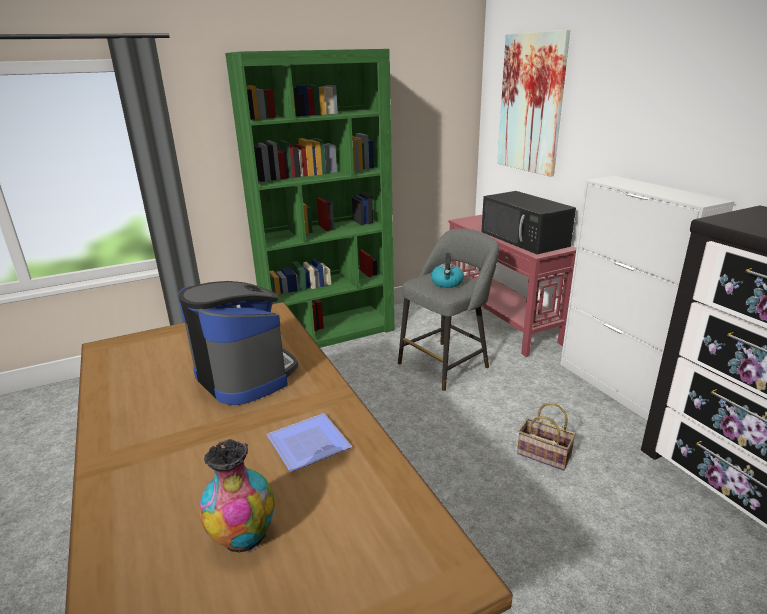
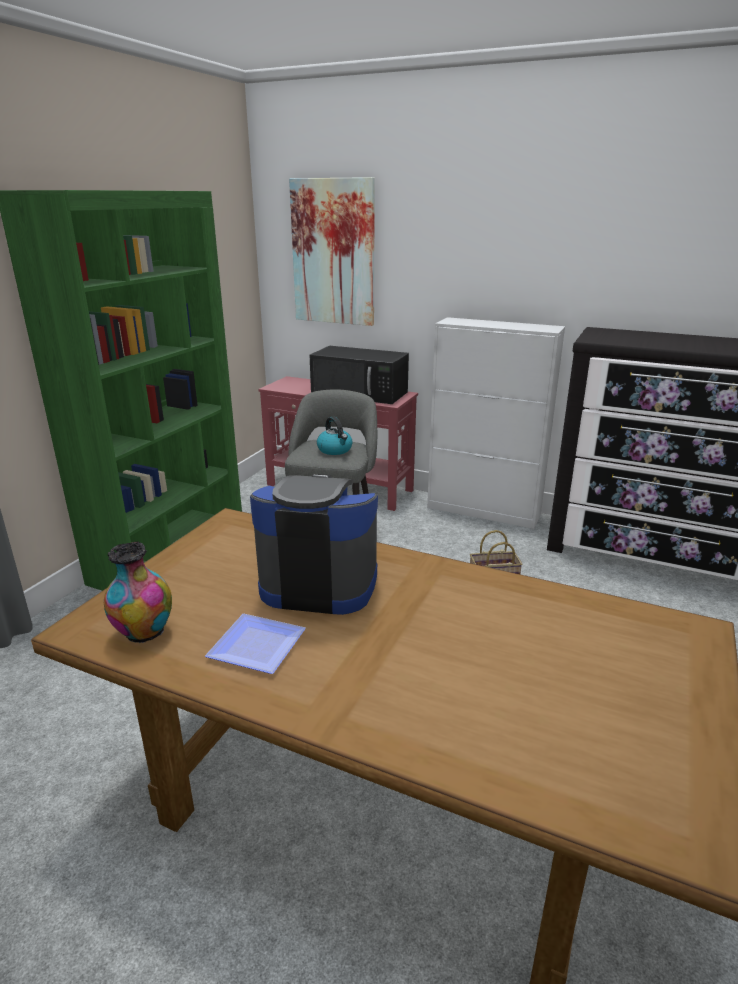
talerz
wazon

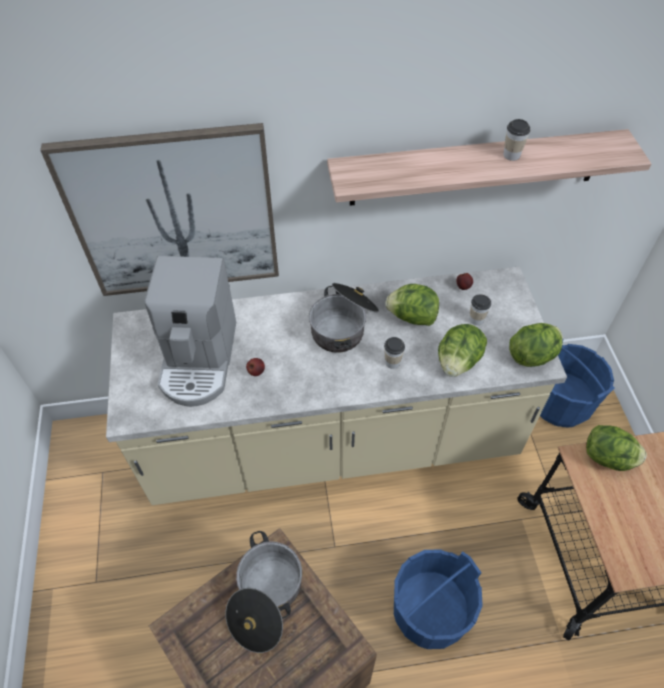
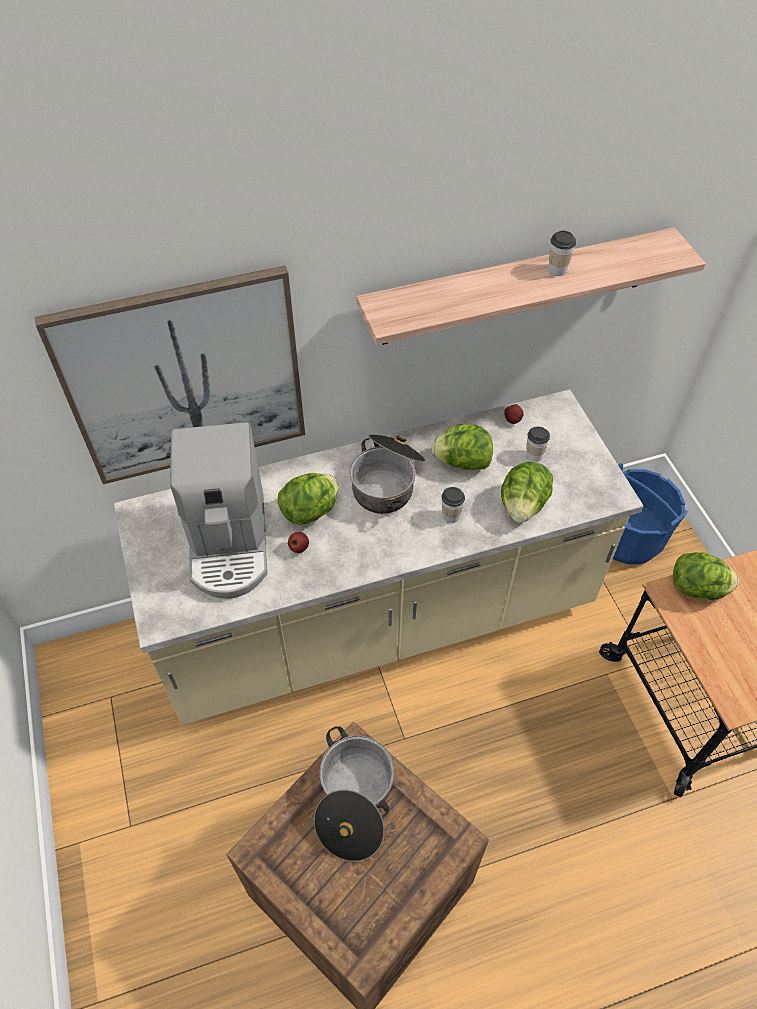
sałata (1st from left)
wiadro [niebieski] (1st from left in the first image)

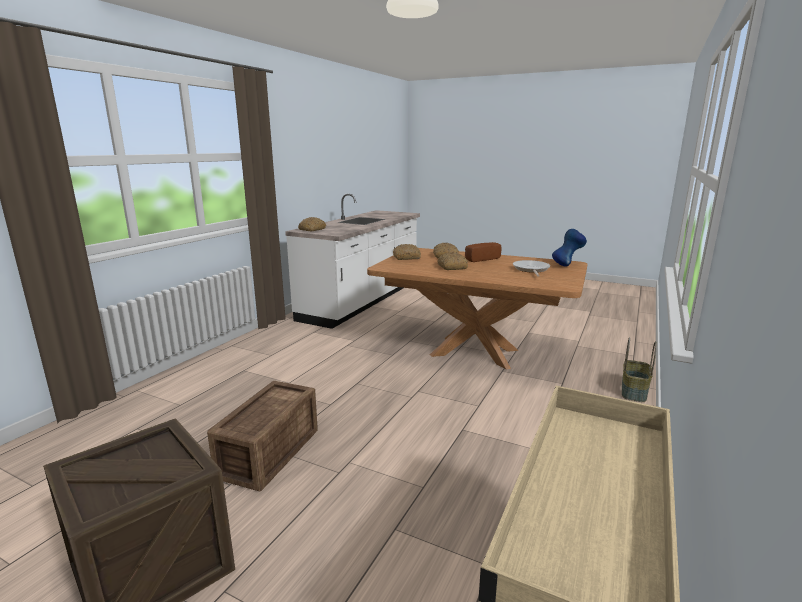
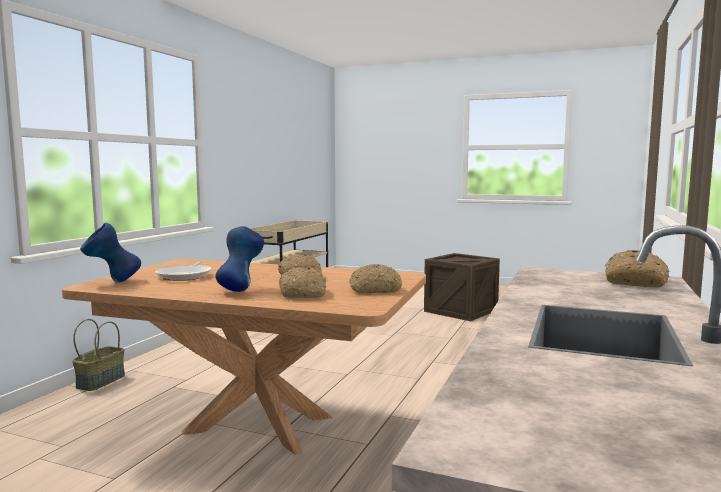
wazon [niebieski] (2nd from left)
skrzynka (2nd from left in the first image)

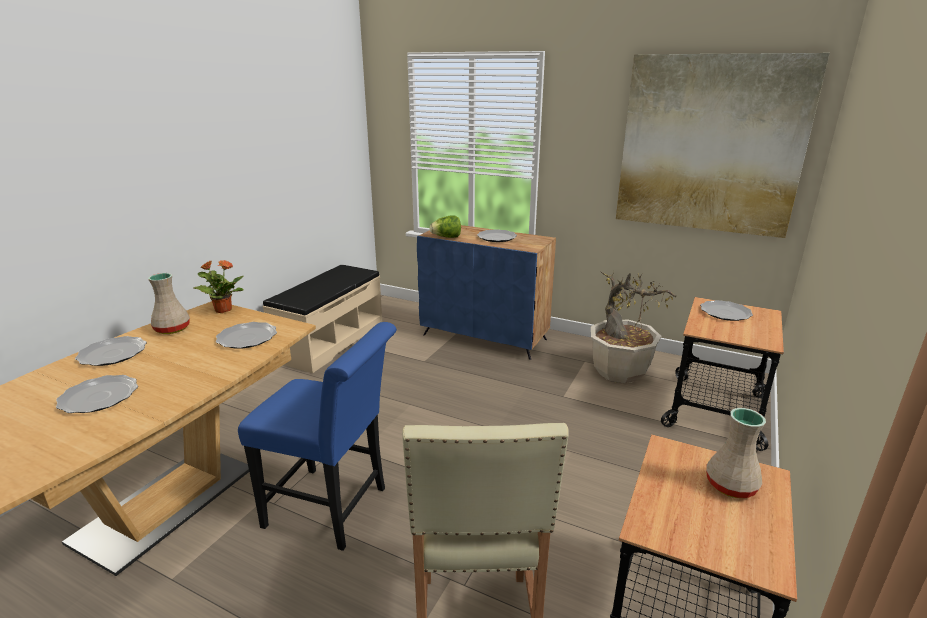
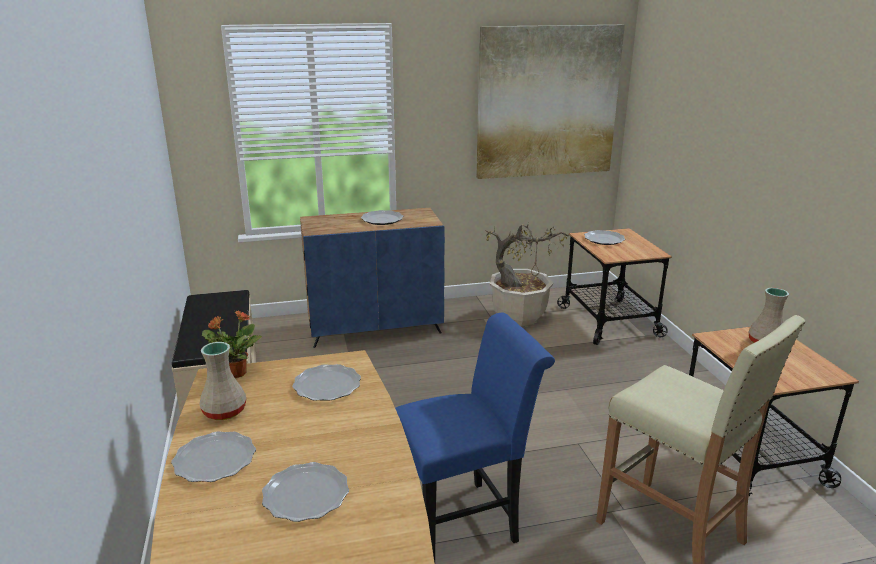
sałata

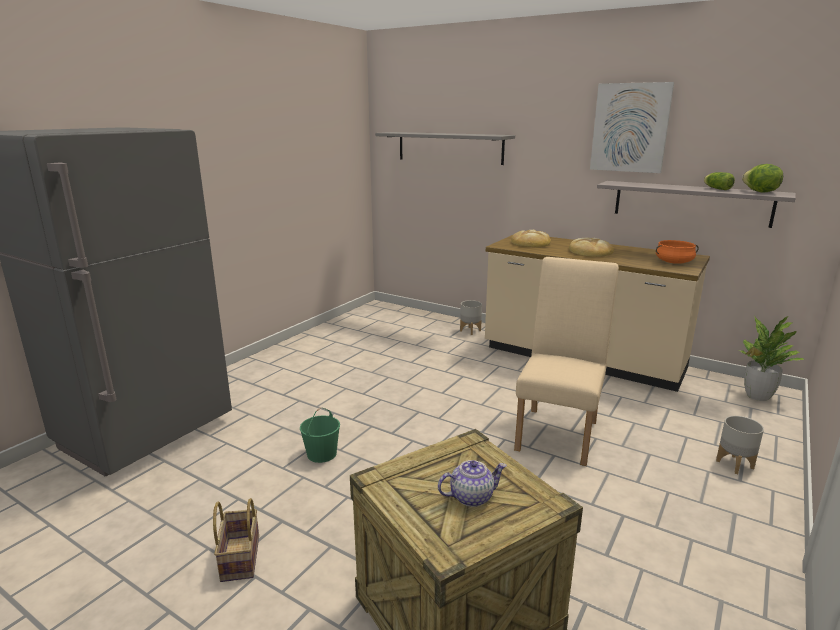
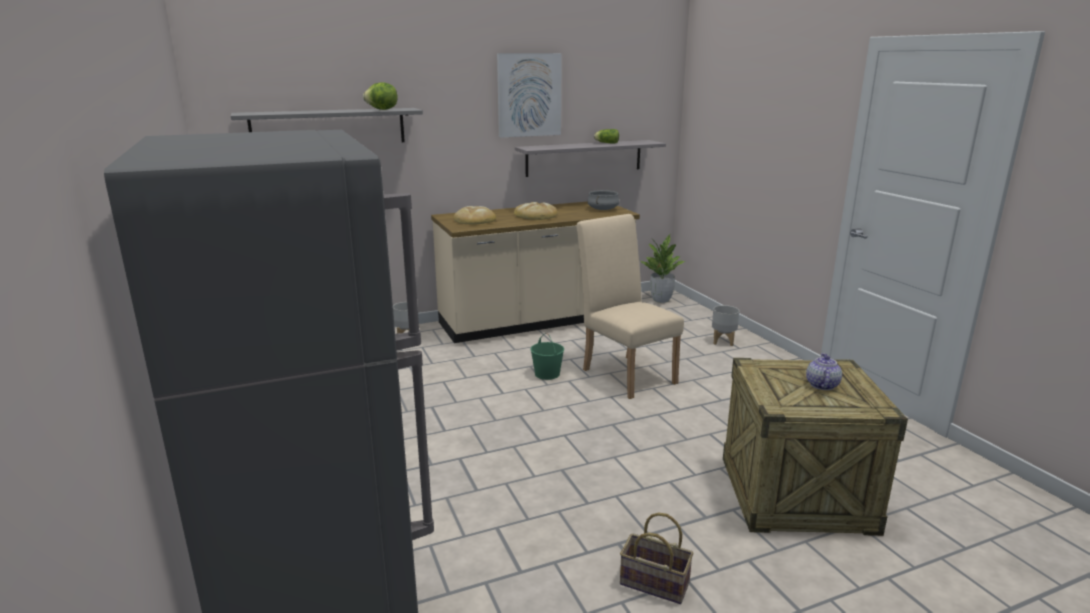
sałata (1st from left)
garnek [szary]
wiadro [zielony]

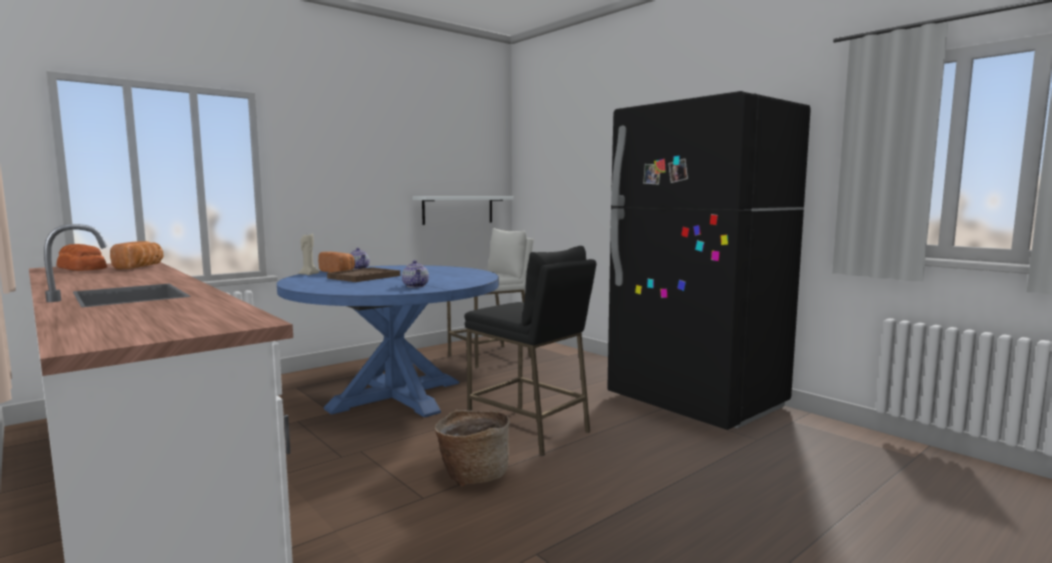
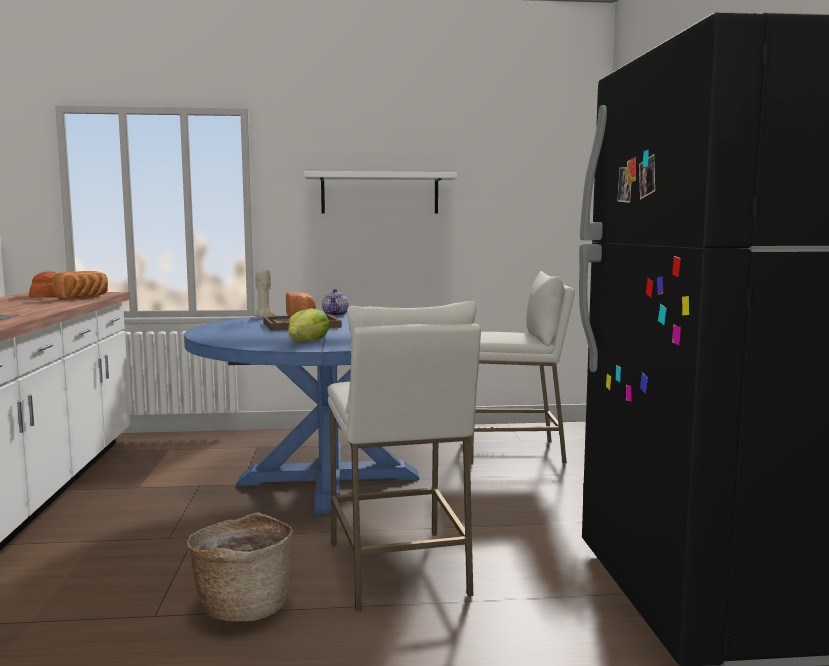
półka [biały]
stołek [biały] (1st from left)
sałata

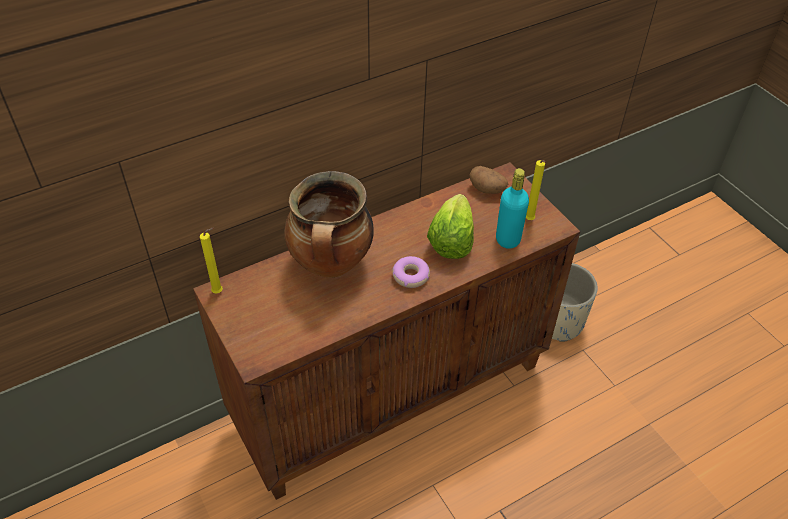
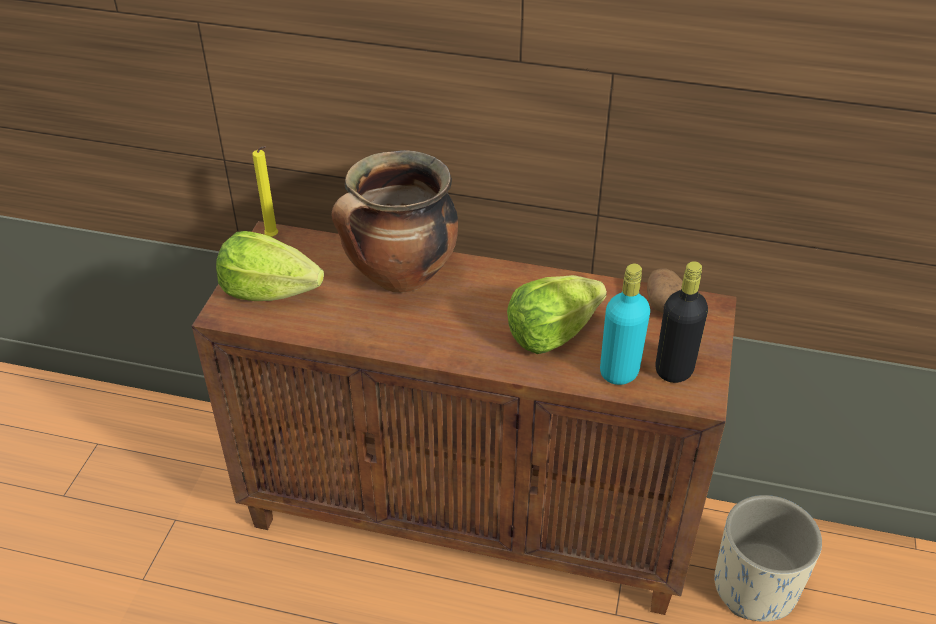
butelka [czarny]
donut
sałata (1st from left)

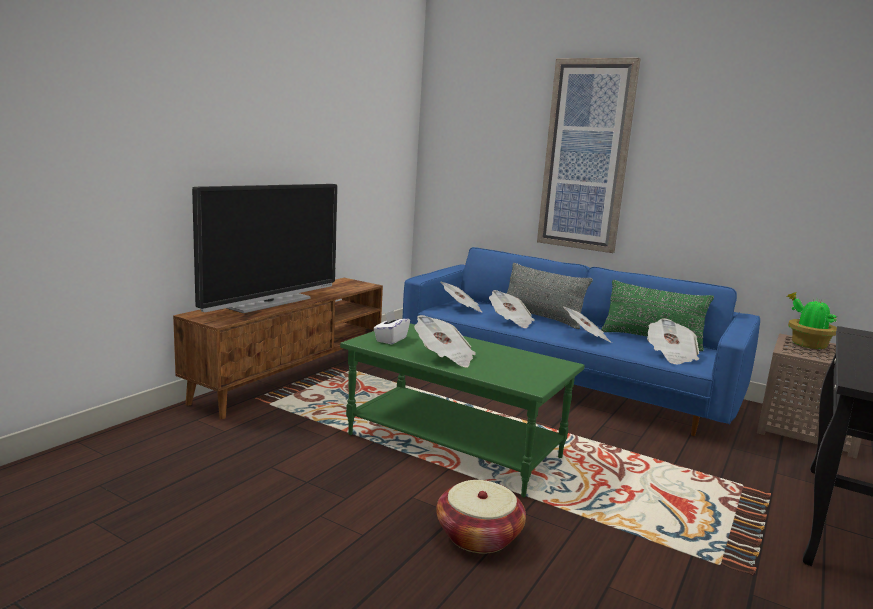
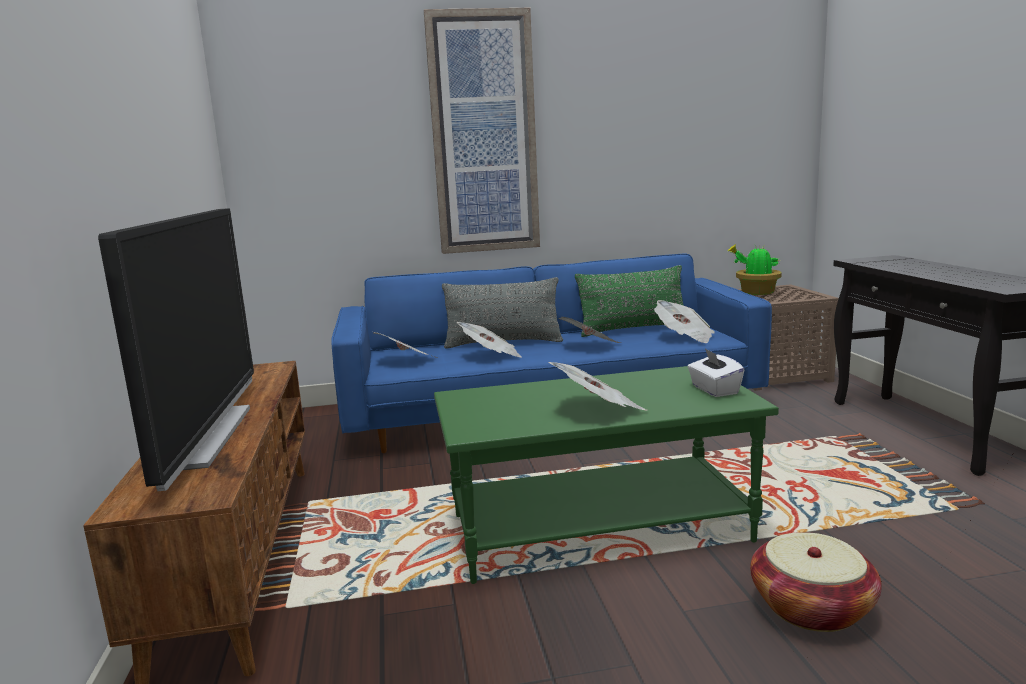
pudełko chusteczek [biały]

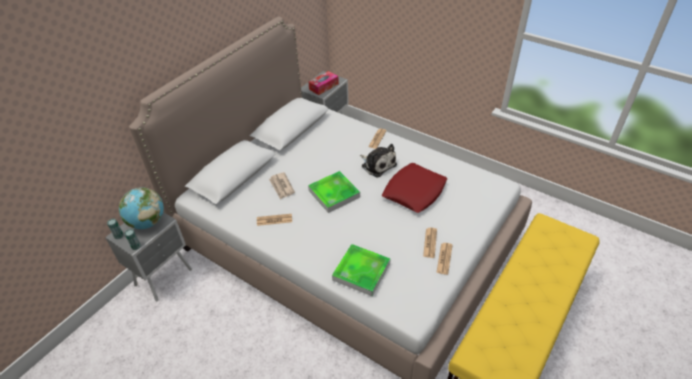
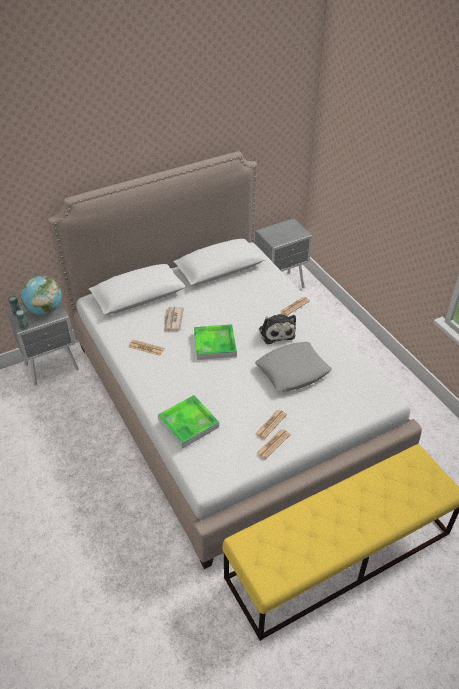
pudełko chusteczek
poduszka [szary]

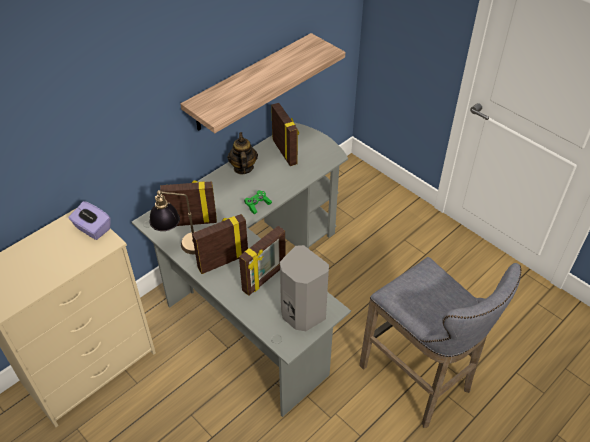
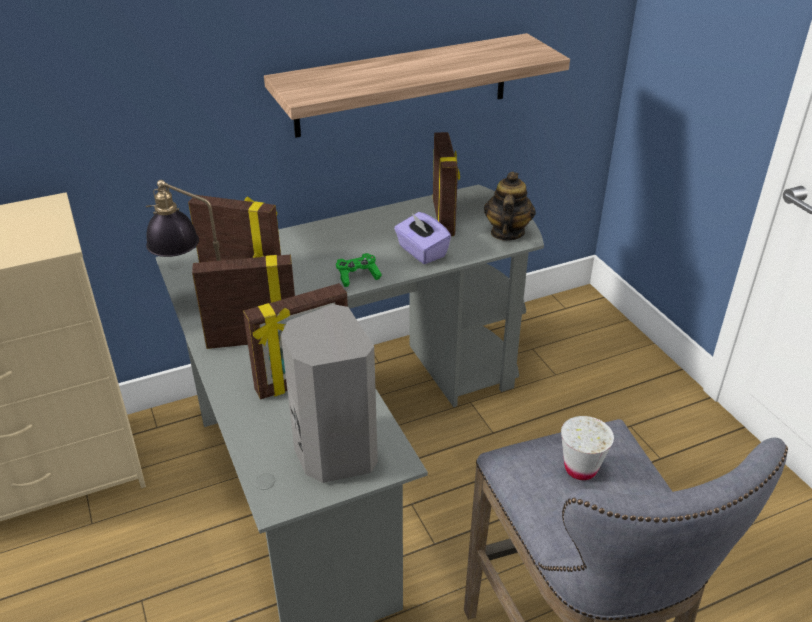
imbryk
pudełko chusteczek [fioletowy]
filiżanka [biały]

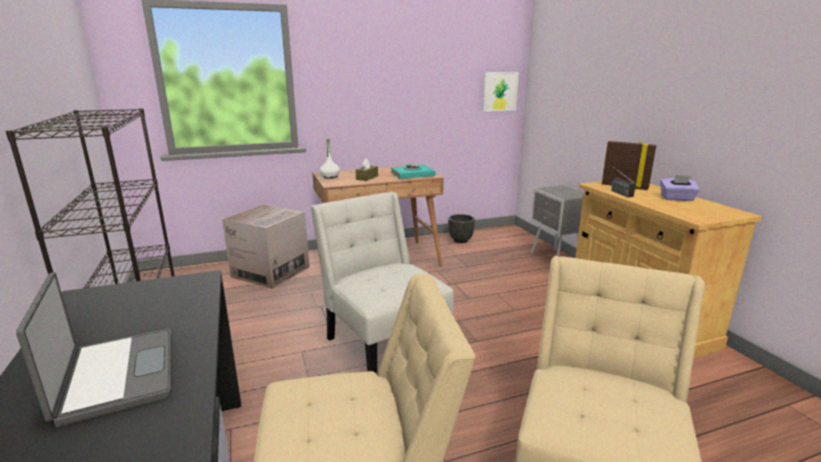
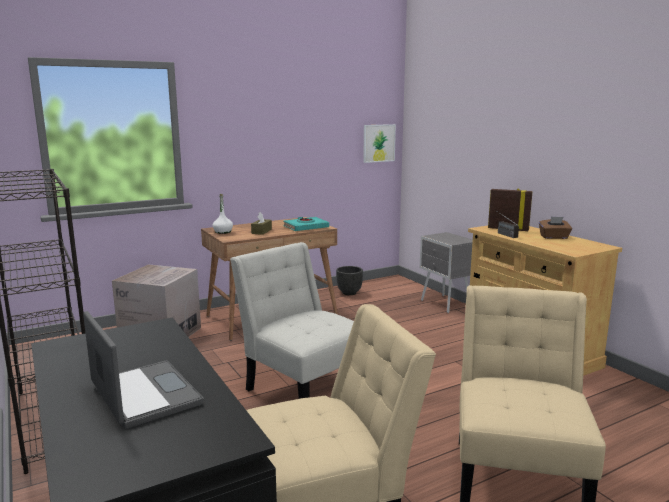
pudełko chusteczek [brązowy] (2nd from left)

